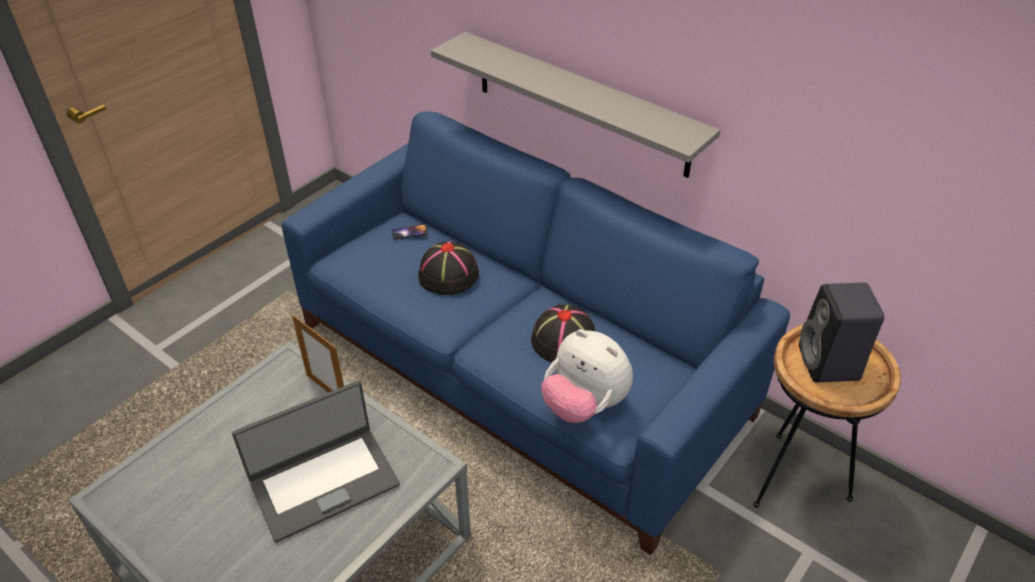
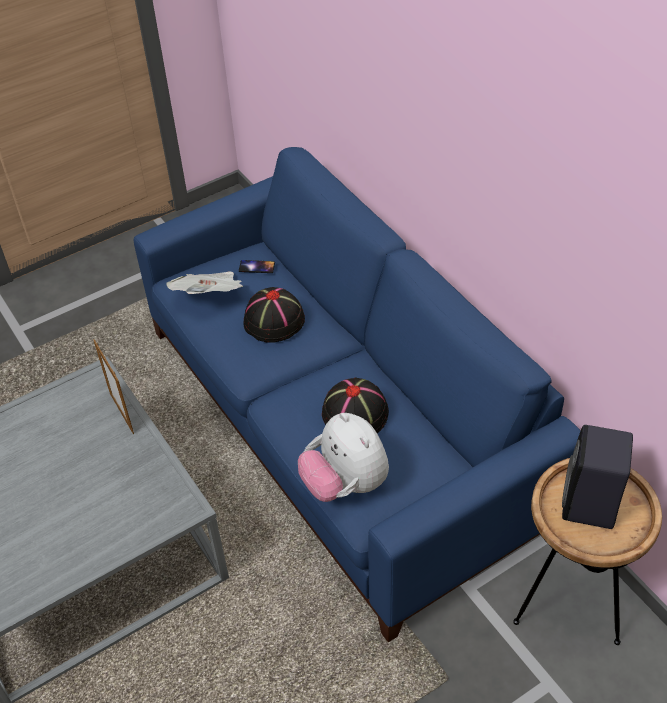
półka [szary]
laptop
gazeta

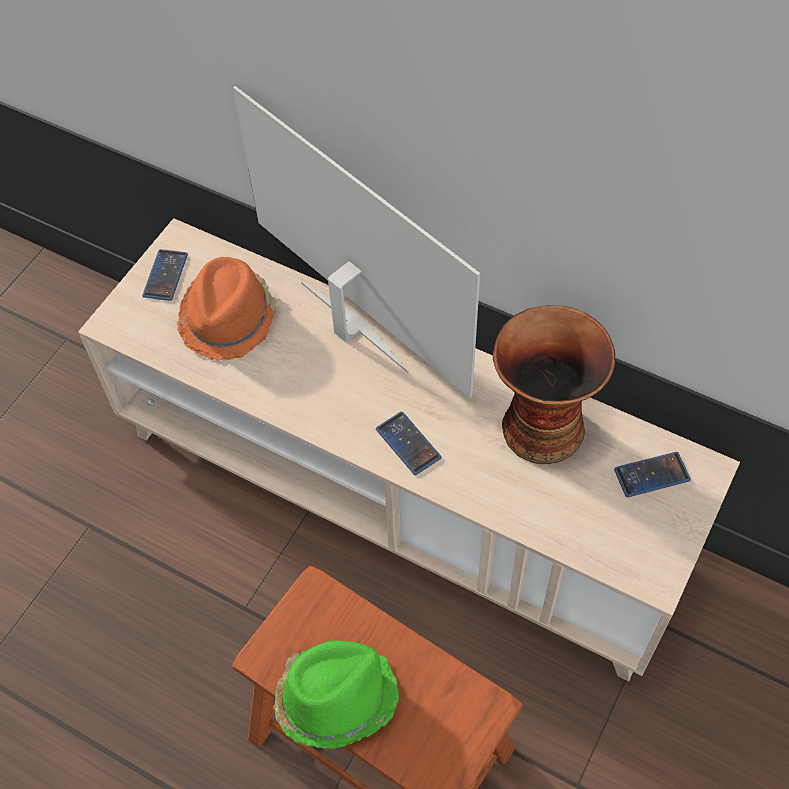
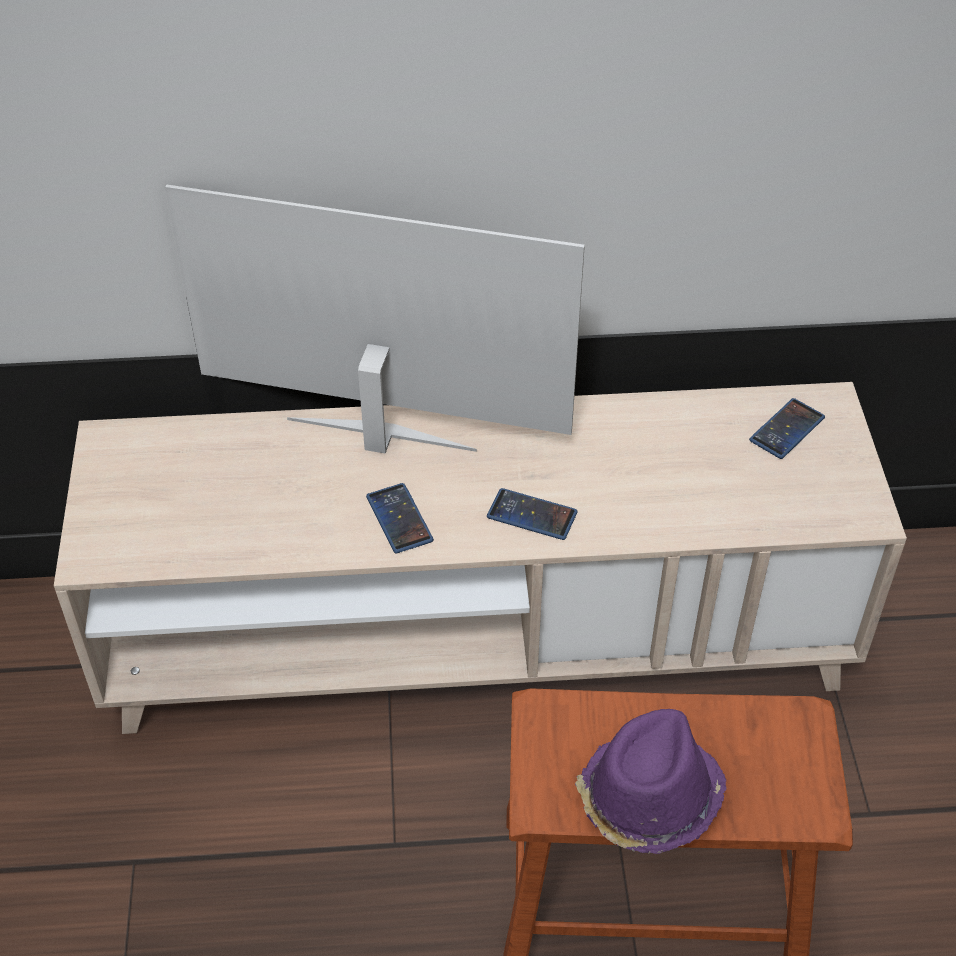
telefon (1st from left)
kapelusz [pomarańczowy]
wazon
kapelusz [fioletowy]

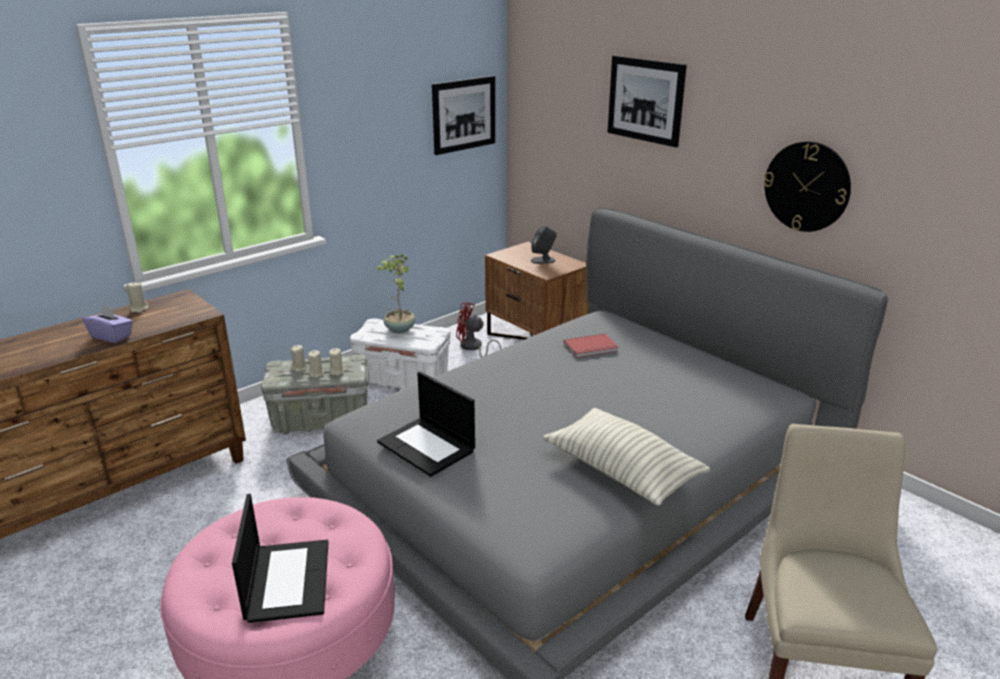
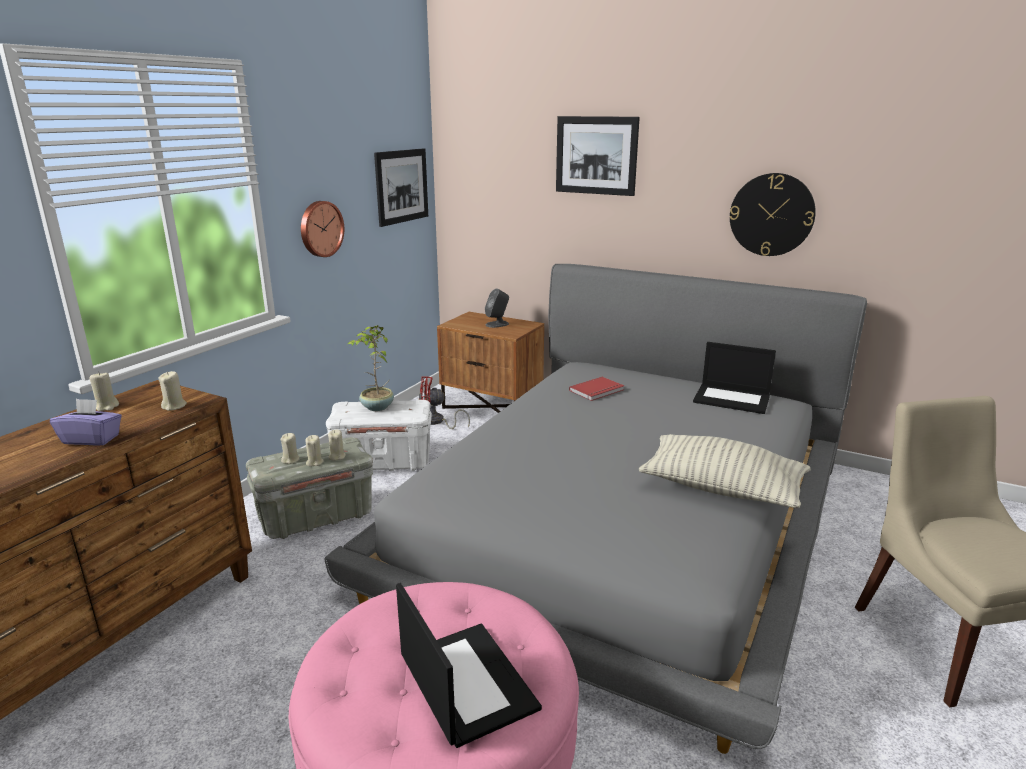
laptop (2nd from left)
zegar ścienny (1st from left)
świeca [beżowy] (2nd from left)

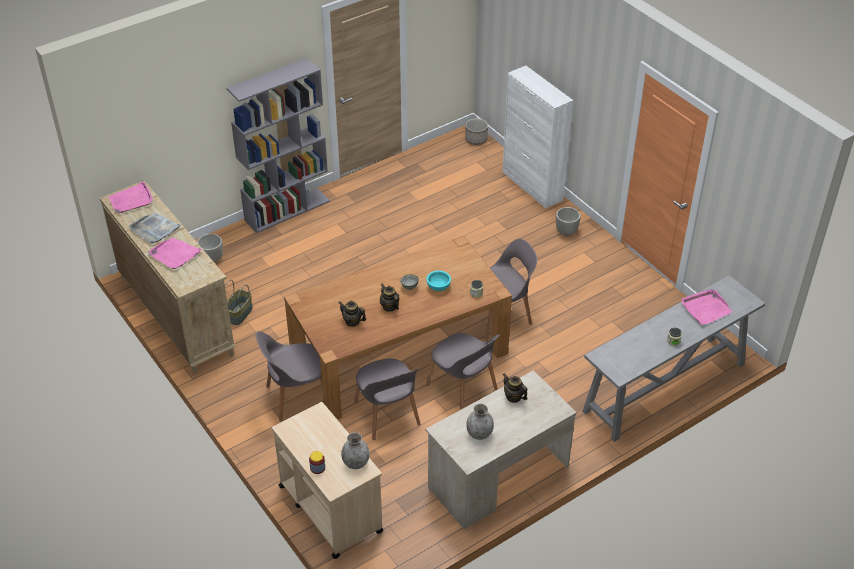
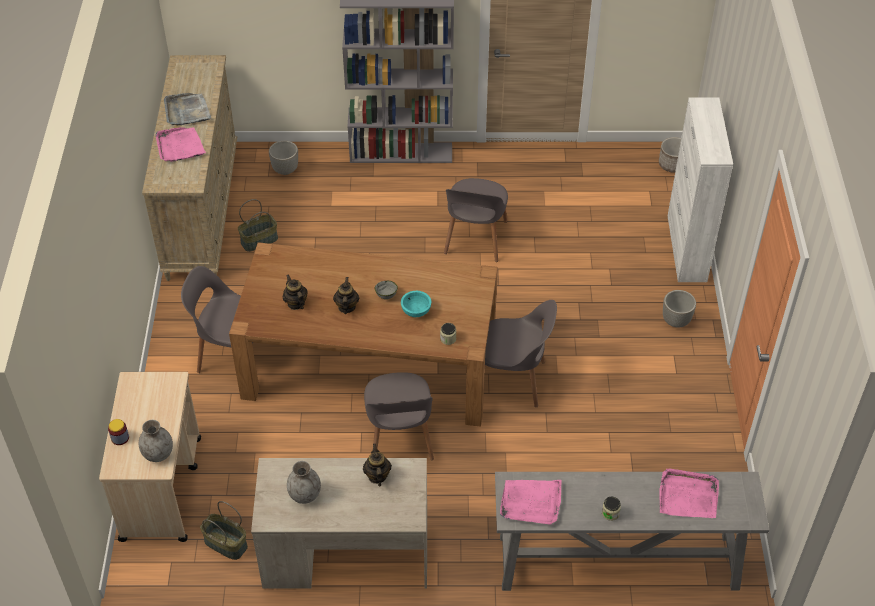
taca [różowy] (2nd from left)
krzesło [szary] (3rd from left)
koszyk (1st from left)

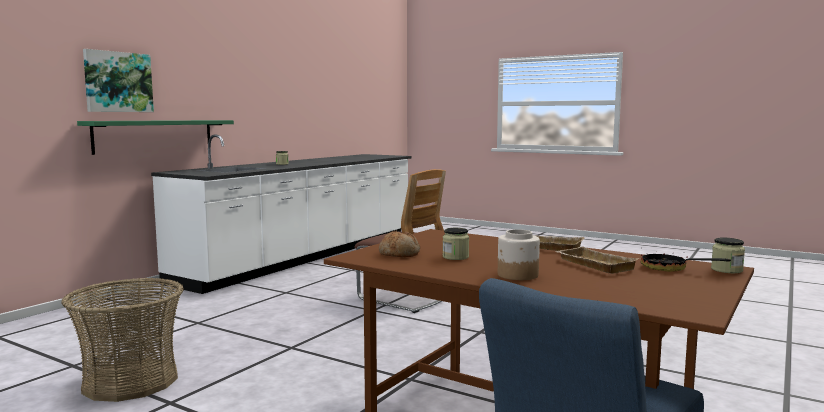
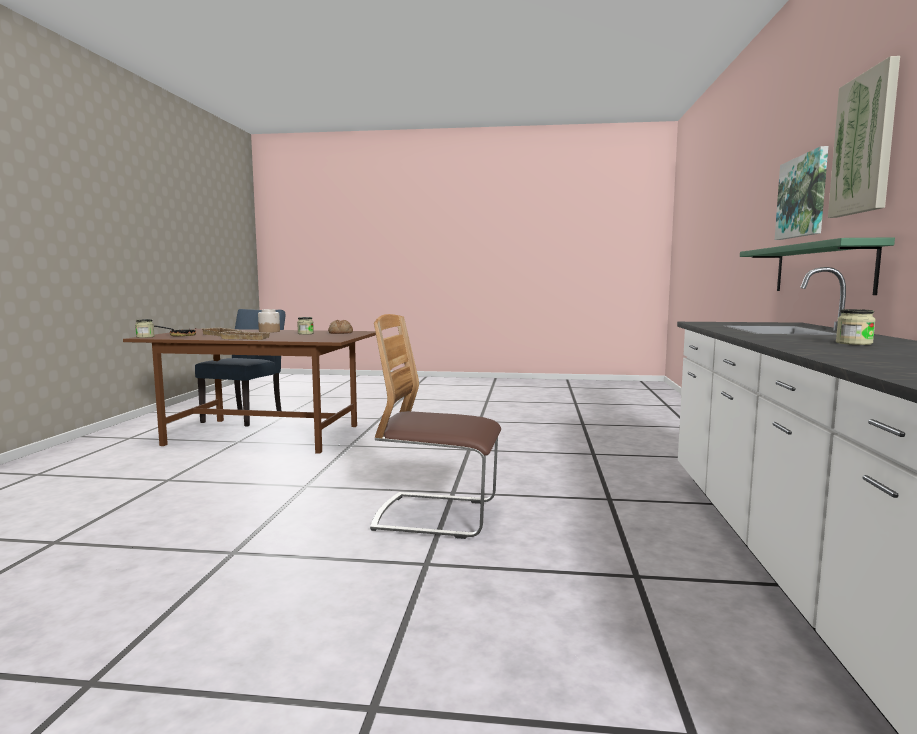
koszyk
obraz (2nd from left)

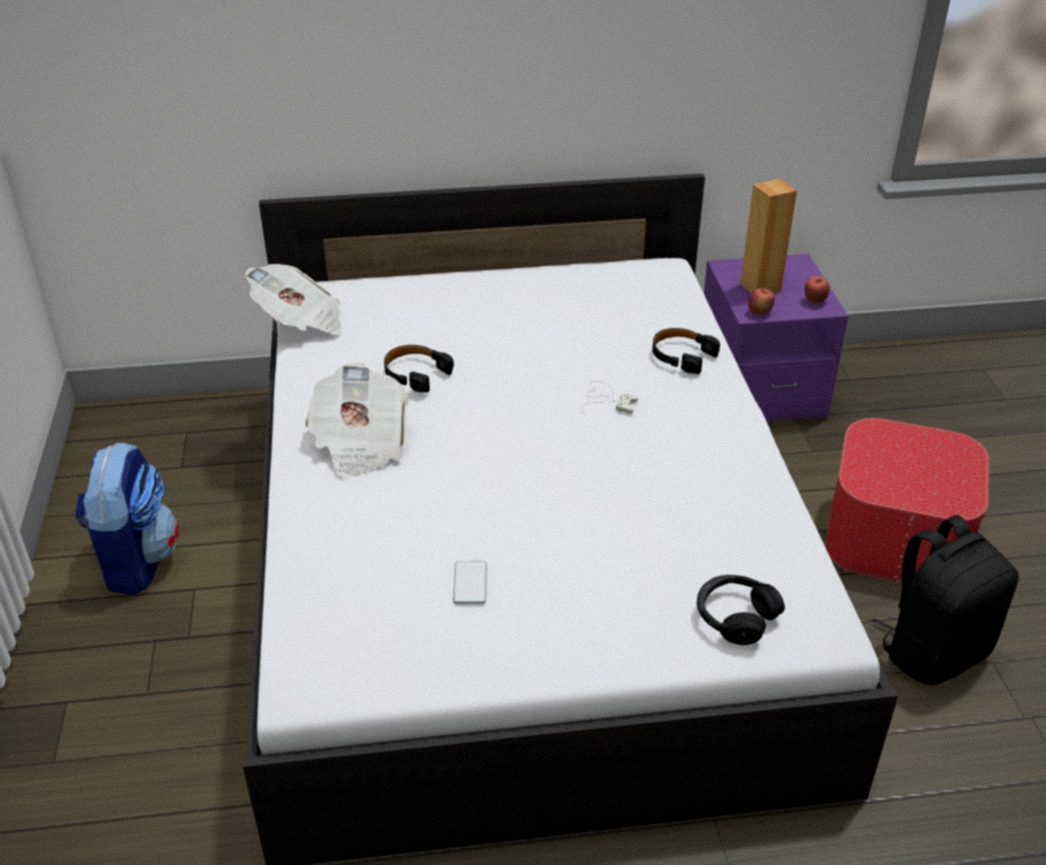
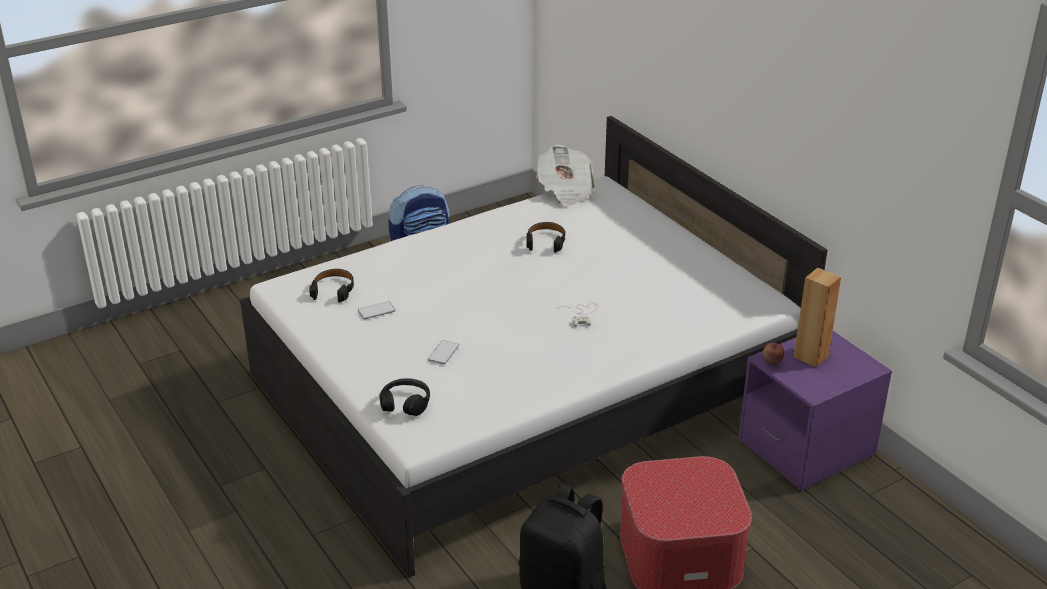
jabłko (2nd from left in the first image)
słuchawki [czarny] (1st from left)
gazeta (2nd from left in the first image)
telefon (2nd from left)

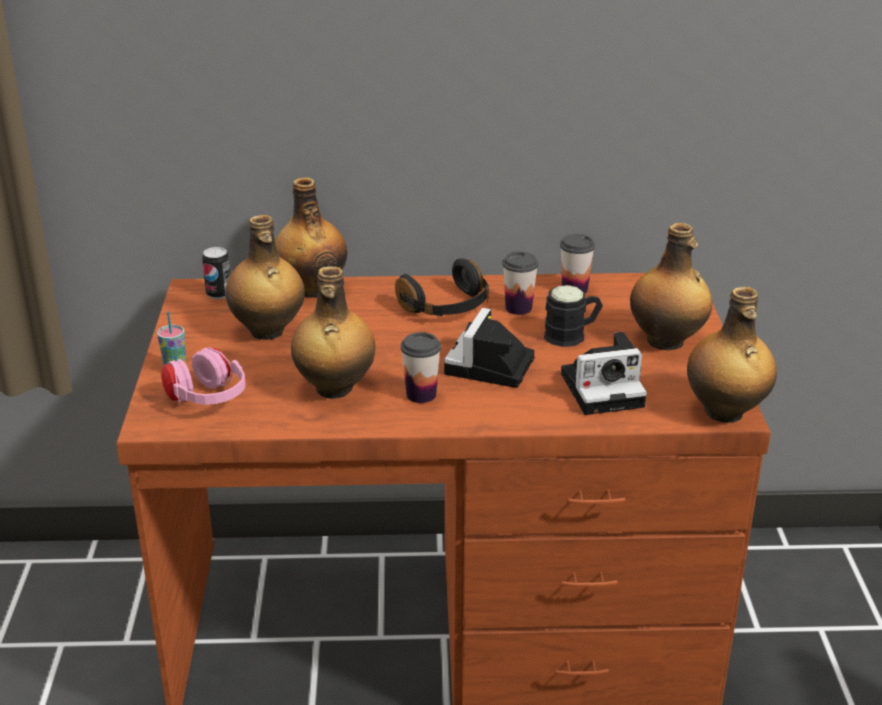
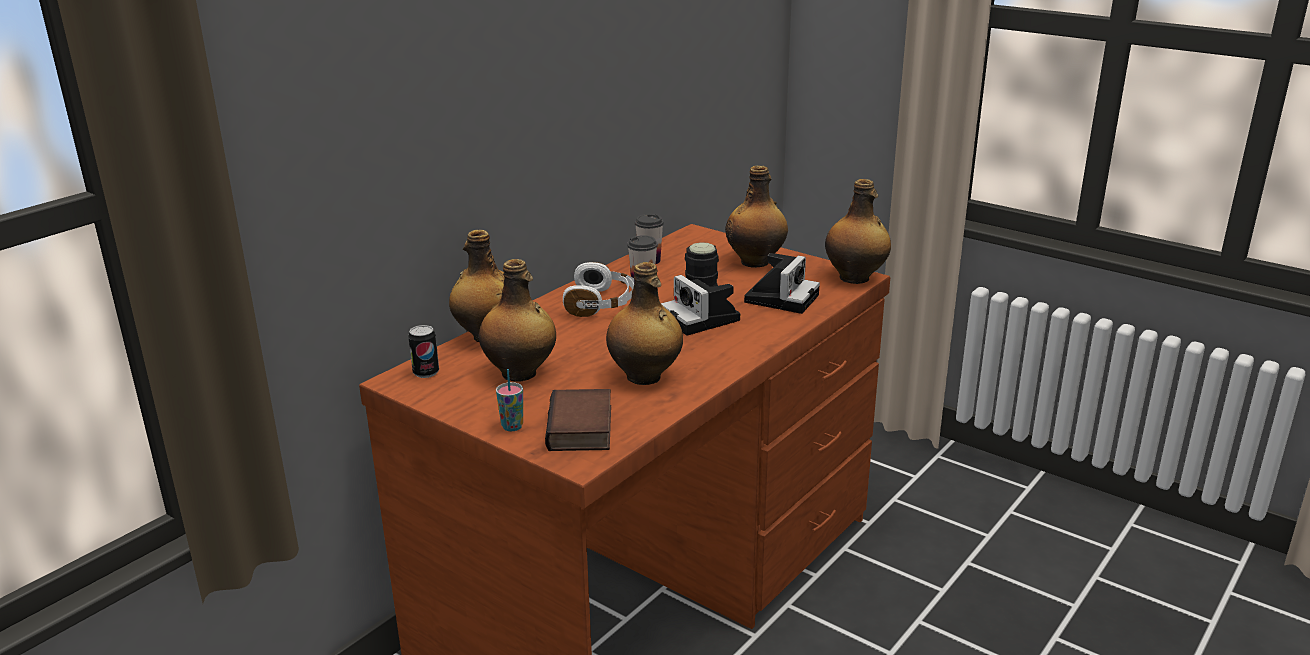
słuchawki [biały]
filiżanka (2nd from left in the first image)
książka

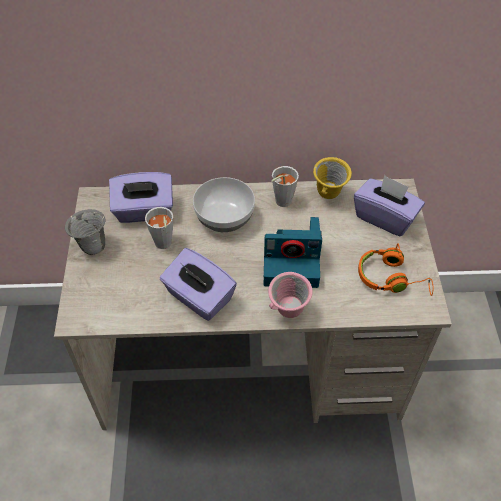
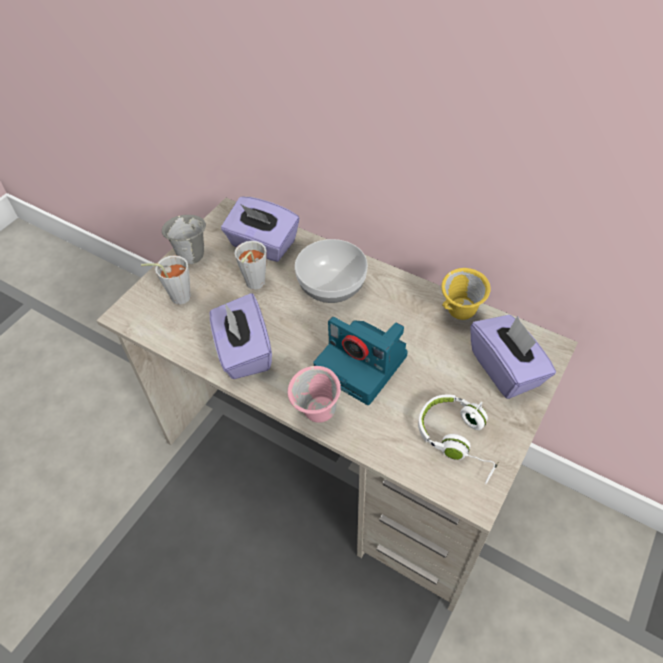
filiżanka [szary] (1st from left)
słuchawki [biały]

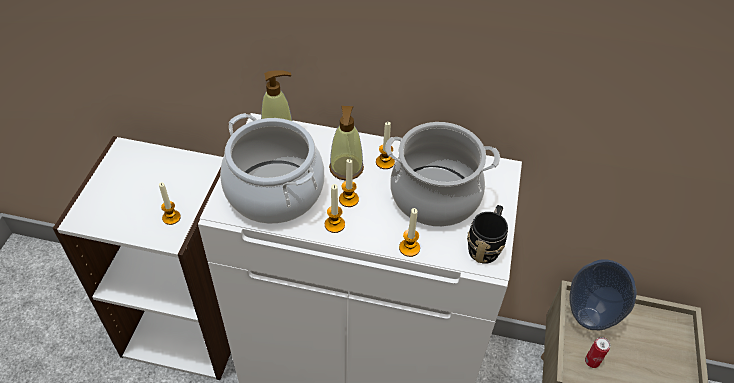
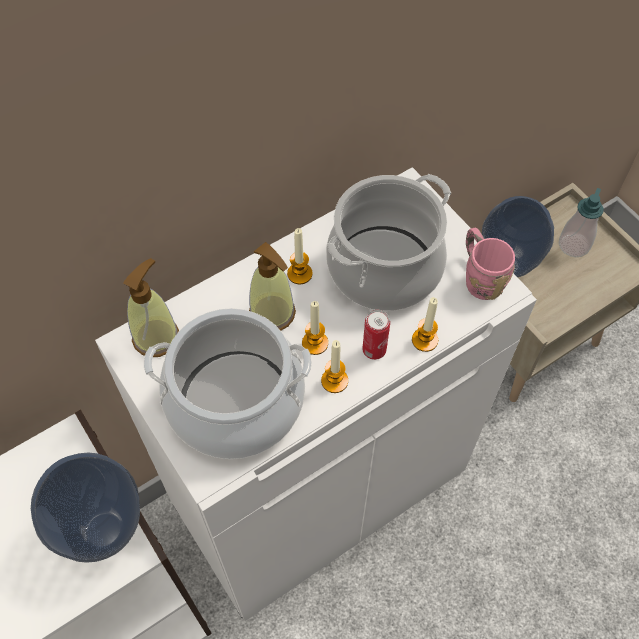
wazon (1st from left)
kubek [różowy]
puszka
dozownik mydła (3rd from left)

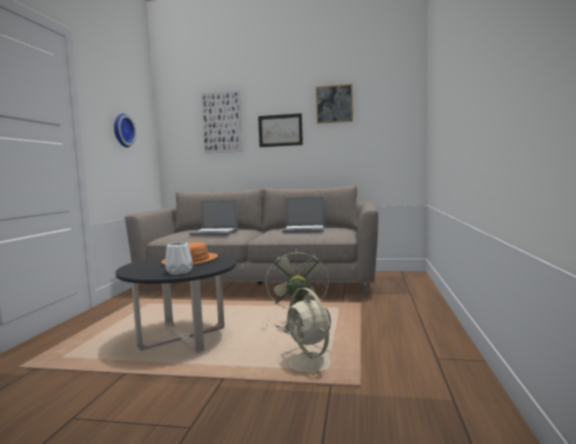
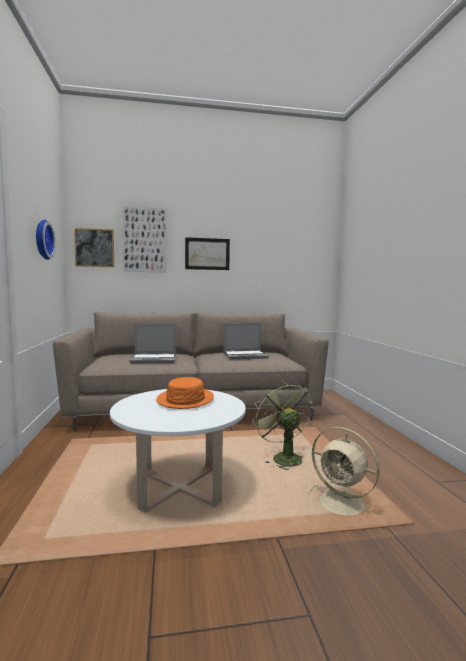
obraz (1st from left)
wazon [biały]
ława [biały]

